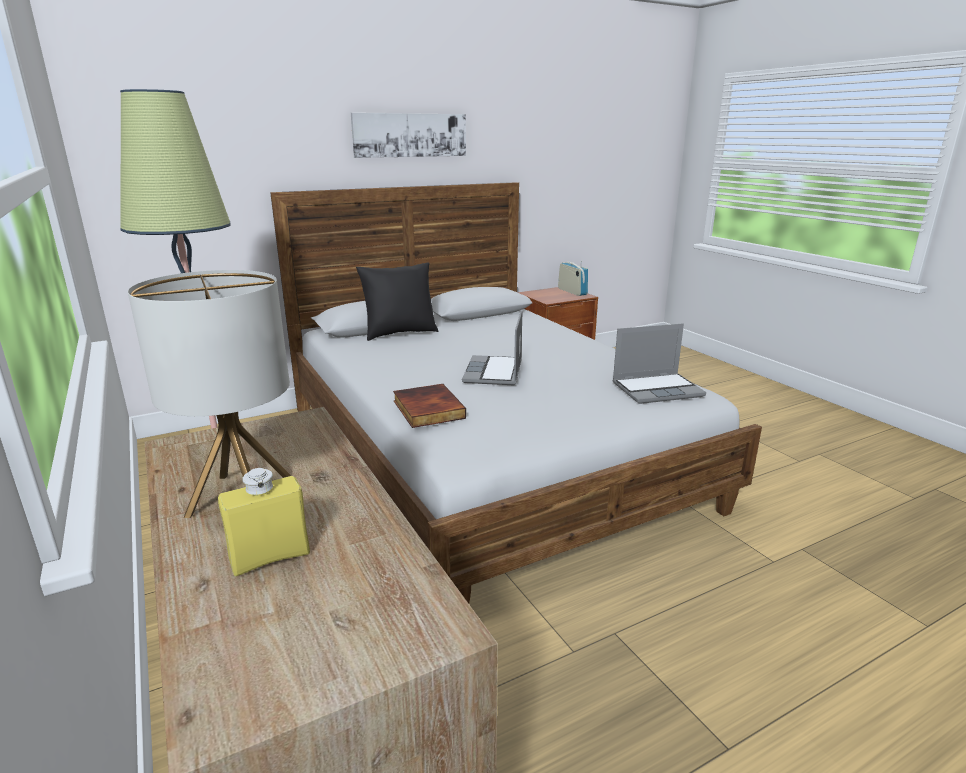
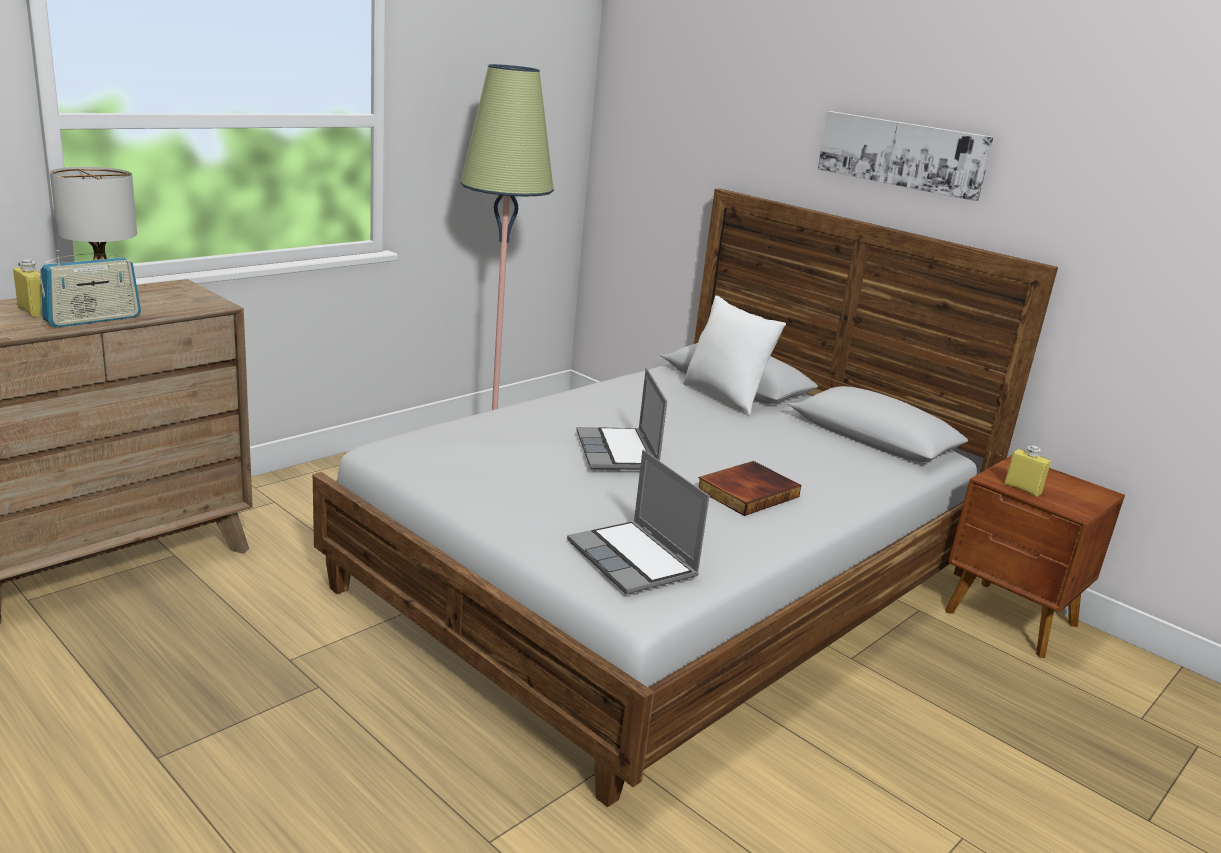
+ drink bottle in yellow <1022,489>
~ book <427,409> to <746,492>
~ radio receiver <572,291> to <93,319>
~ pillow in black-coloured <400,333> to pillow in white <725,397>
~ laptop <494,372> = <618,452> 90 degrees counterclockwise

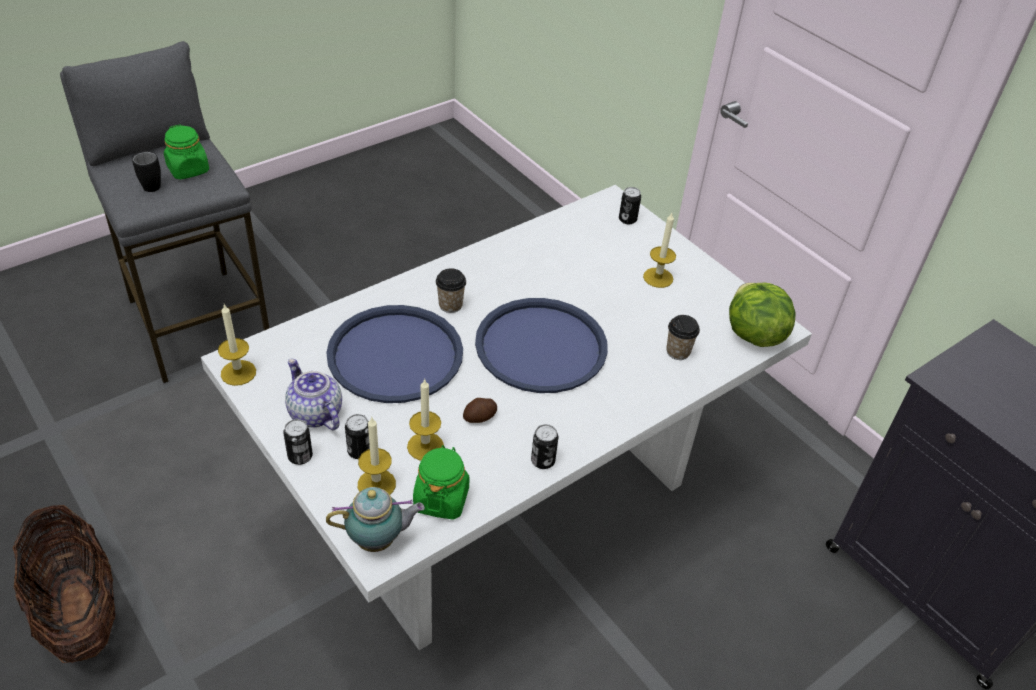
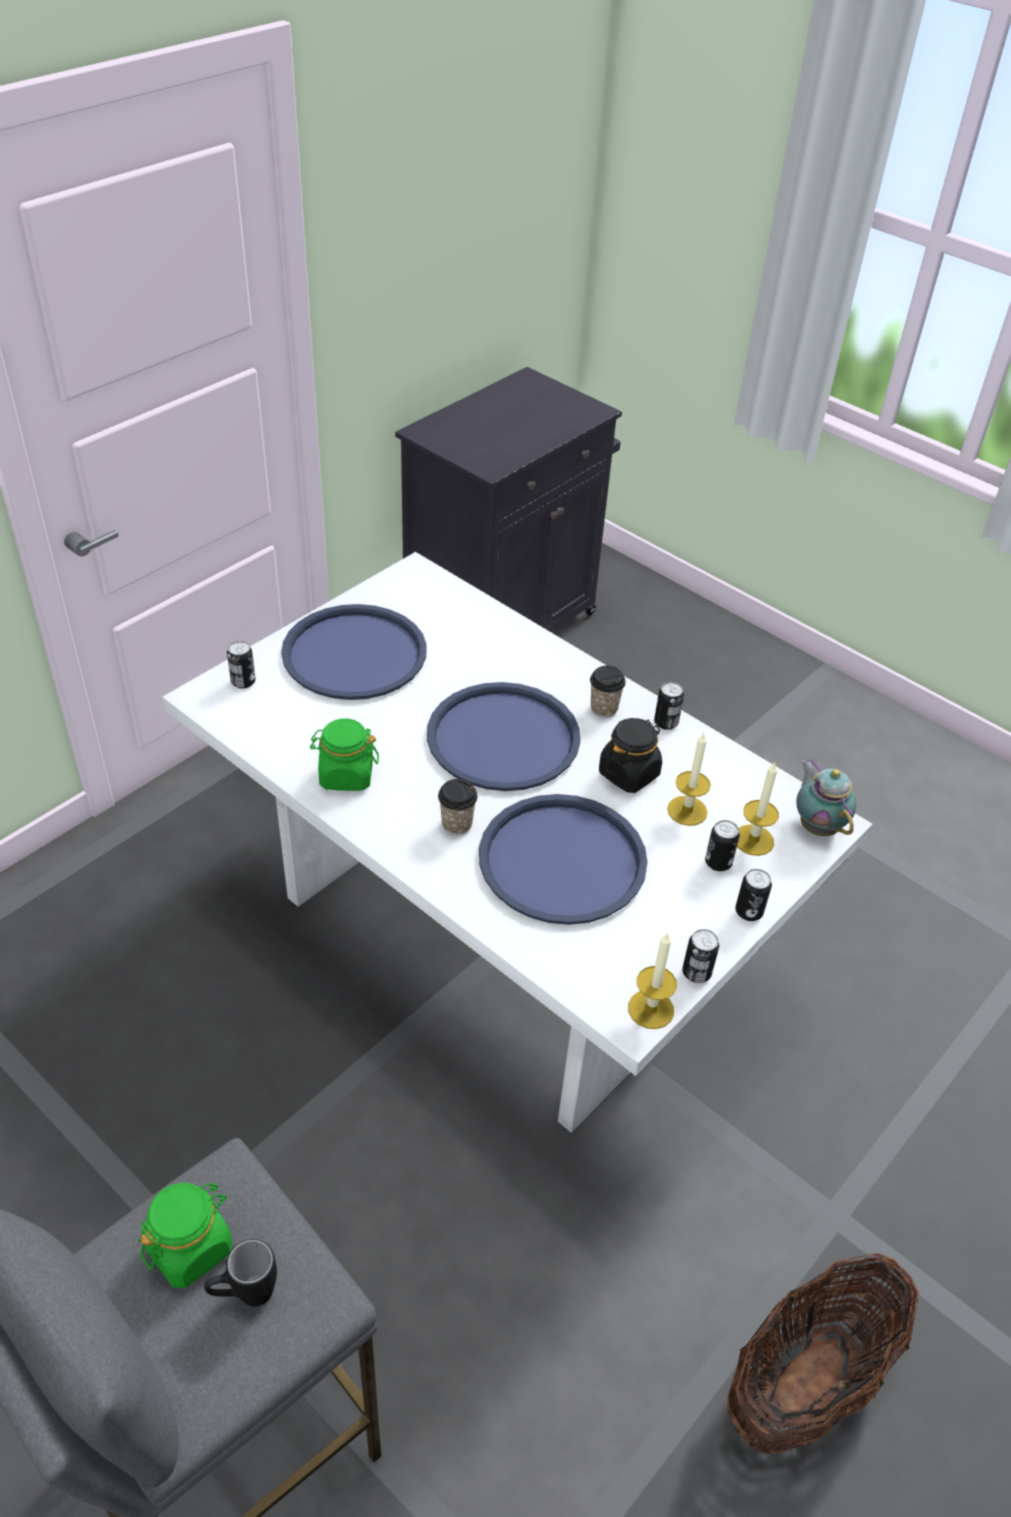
- pot for tea <314,413>
- lettuce <753,334>
+ metal can <696,972>
~ storage jar in greenish <441,499> to <346,775>
~ small cup <678,352> to <604,708>
~ whole potato <480,417> to storage jar in black-coloured <629,774>
~ wax light <658,277> to tray in bluish <355,653>

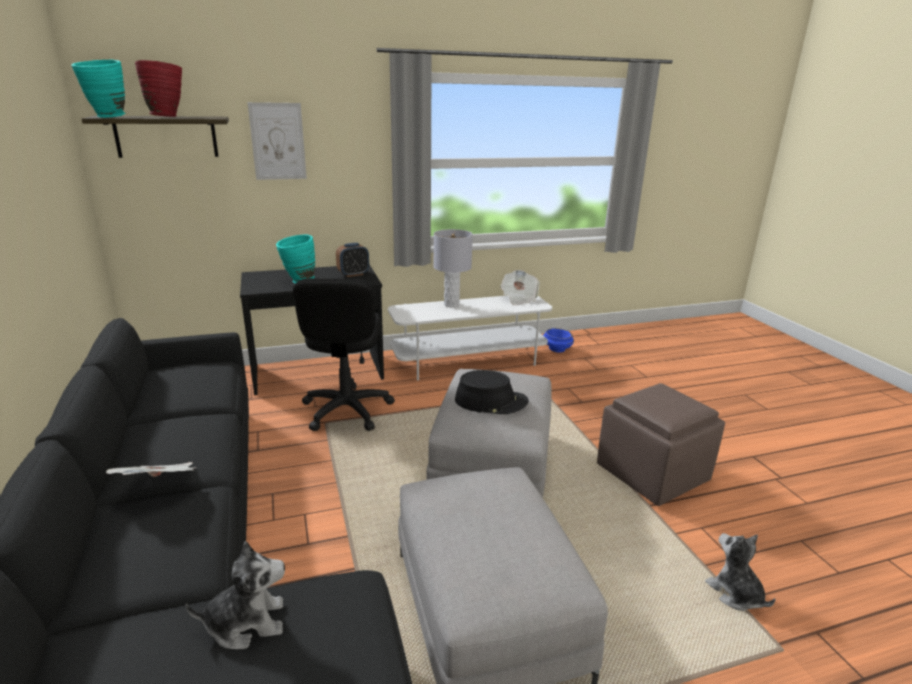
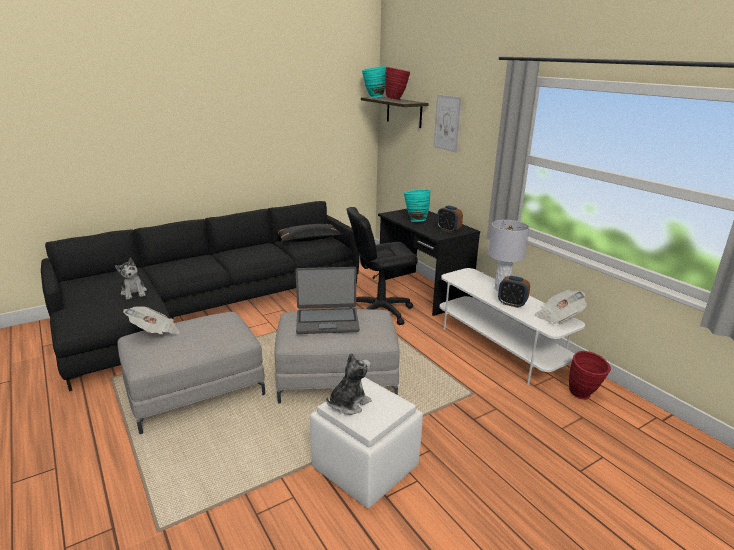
+ pillow in black-coloured <308,239>
+ table clock <512,304>
~ printed paper <160,486> to <155,332>
~ soft toy <735,593> to <348,403>
~ wearable hat in black-coloured <491,401> to laptop <327,321>
~ bowl in bluish <556,349> to decorative vase in red <584,396>
~ footrest in brown-coloured <652,474> to footrest in white <364,467>

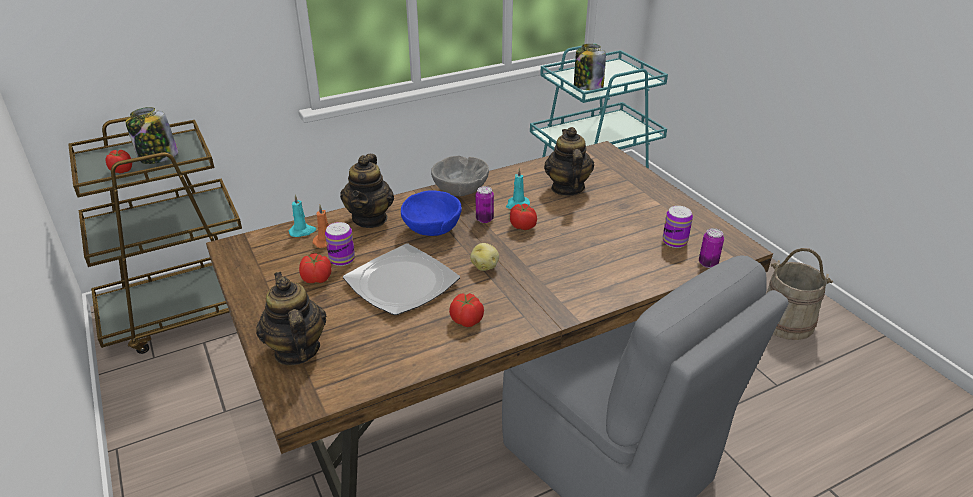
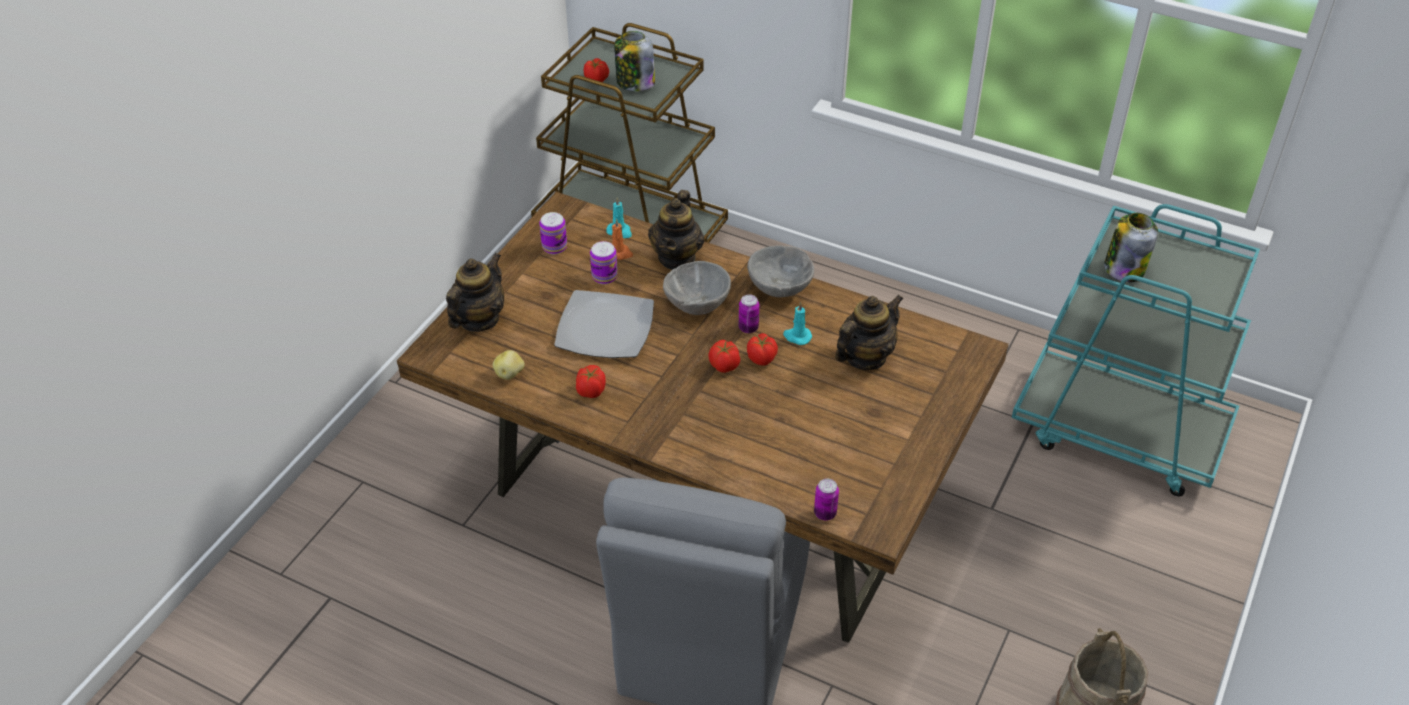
~ whole tomato <317,279> to <724,366>
~ whole potato <485,266> to <510,374>
~ metal can <674,241> to <554,247>
~ bowl in bluish <432,230> to bowl in gray <697,305>
~ pot for tea <370,218> = <677,258> 45 degrees counterclockwise

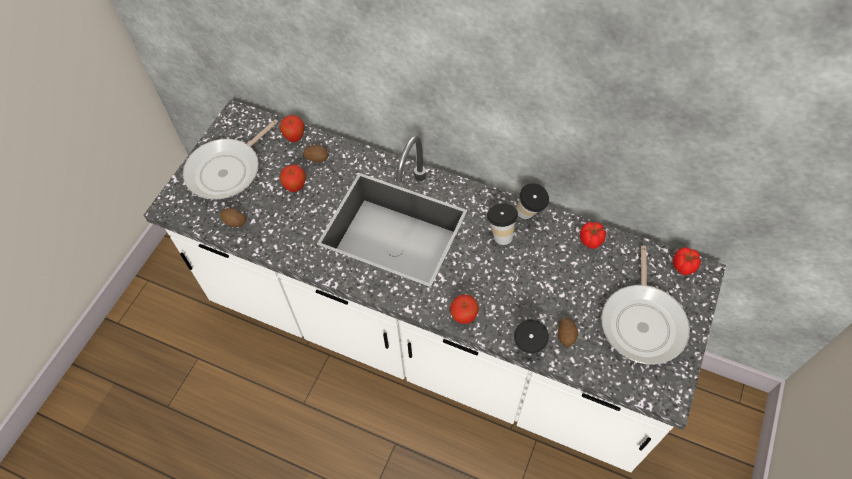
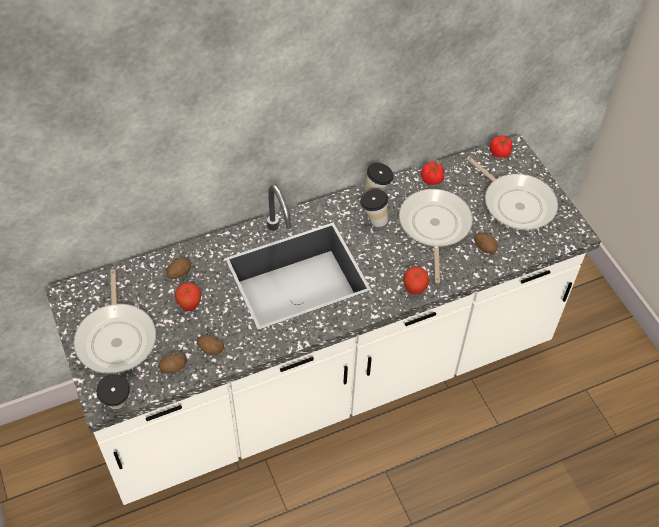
- whole apple <295,138>
+ whole potato <210,349>
+ pan <434,227>
~ small cup <527,350> to <119,406>

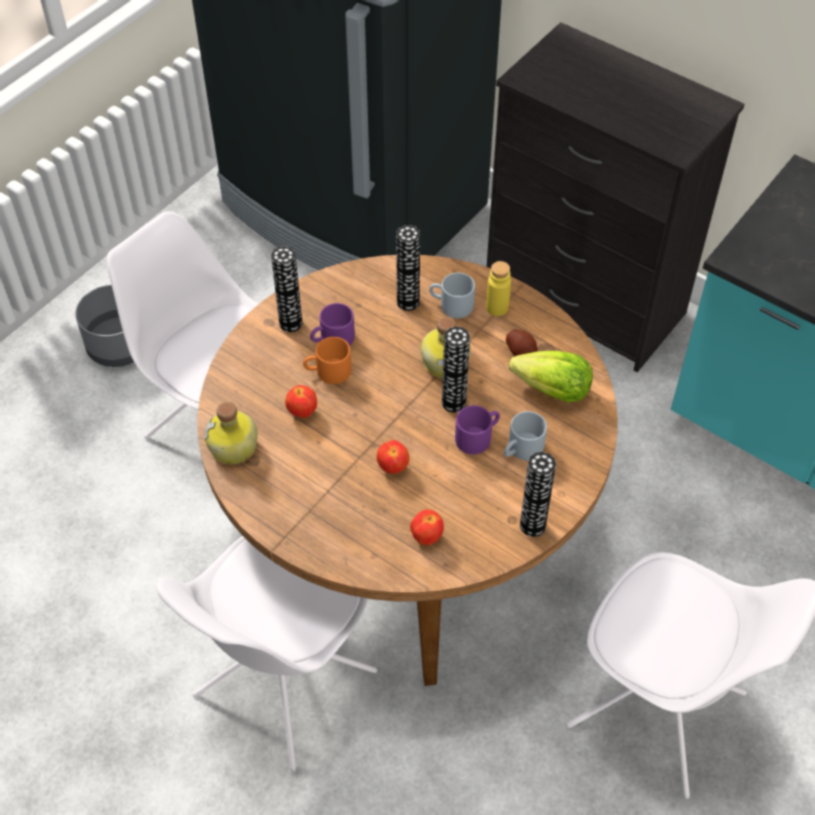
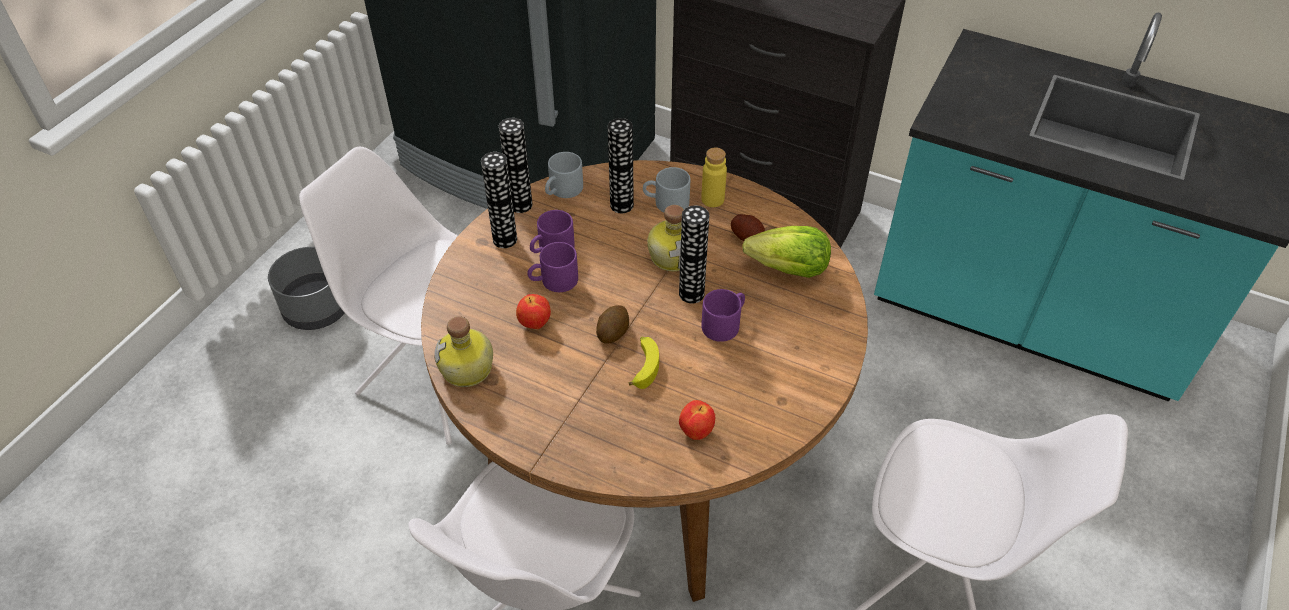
+ whole potato <613,332>
~ tea mug in gray <522,450> to <563,190>
~ decorative vase <532,525> to <520,205>
~ whole apple <393,467> to banana fruit <643,365>
~ tea mug in orangey <328,372> to tea mug in purplish <554,281>

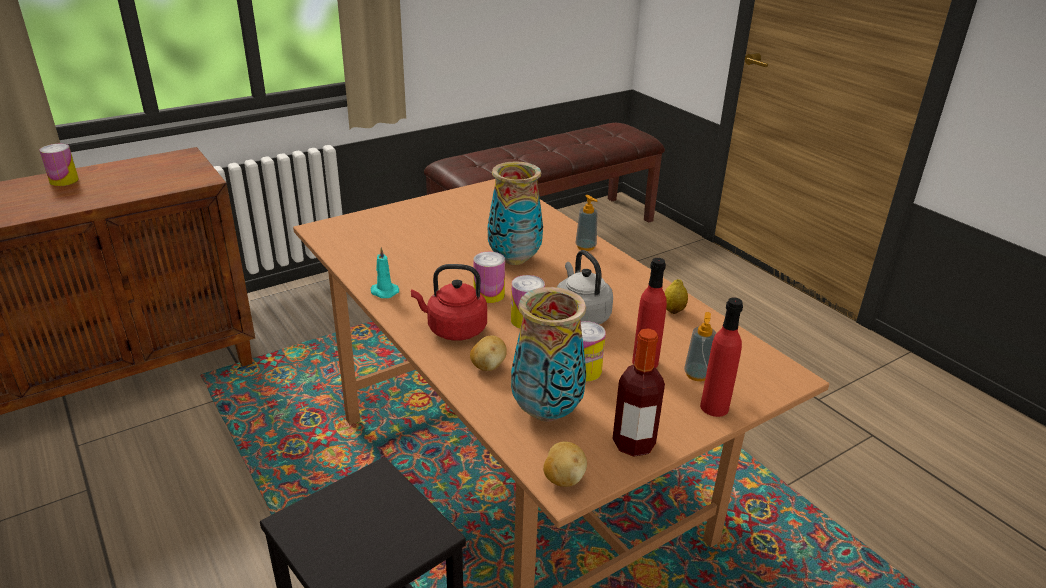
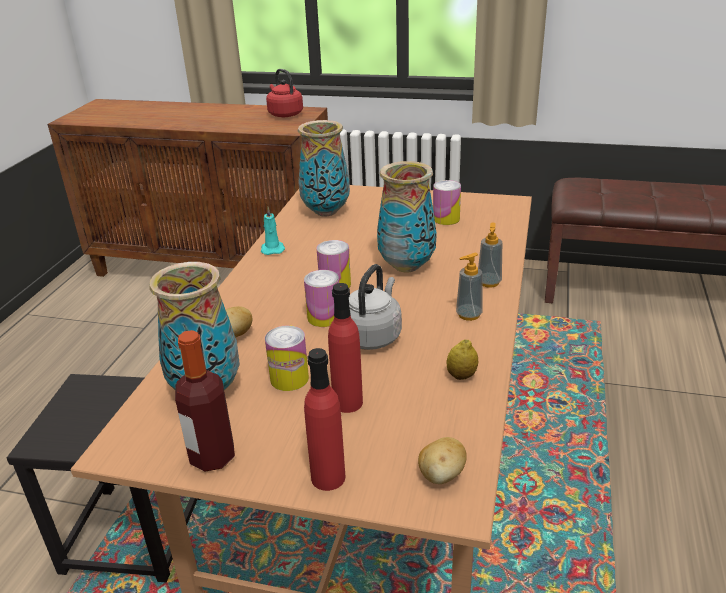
+ decorative vase <326,212>
~ metal can <64,180> to <446,219>
~ water kettle in red <453,329> to <284,114>
~ whole potato <563,478> to <441,475>
~ soap dispenser <697,374> to <468,315>

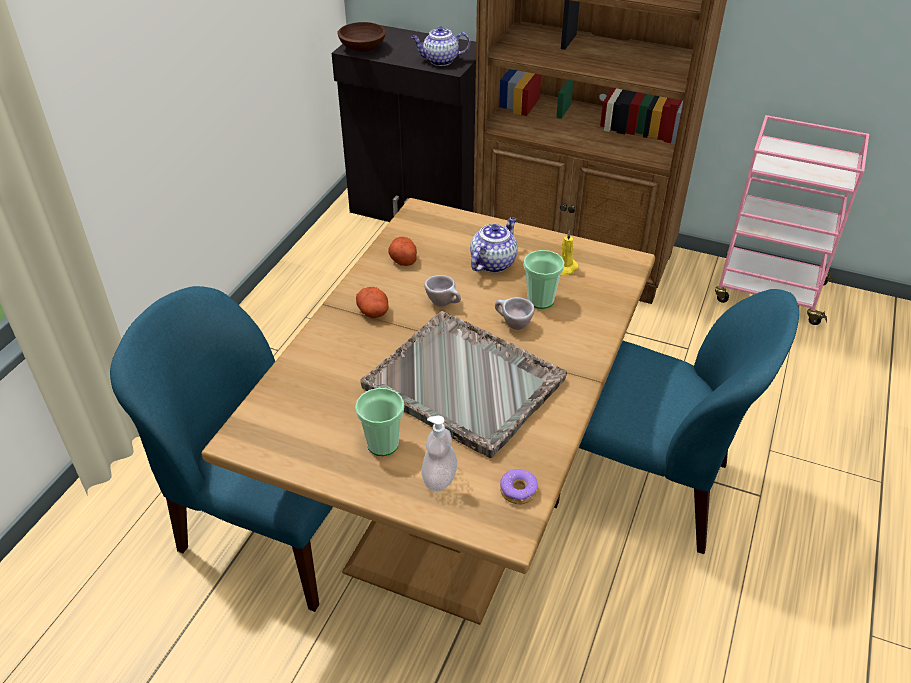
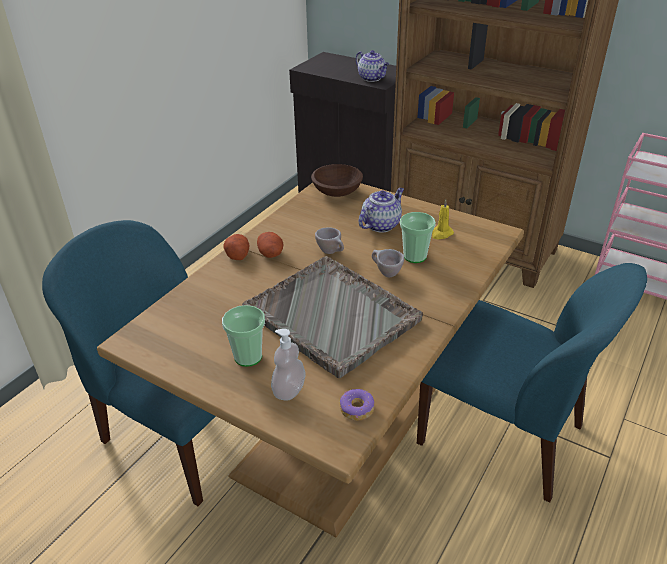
~ bowl in brown-coloured <362,48> to <336,191>
~ whole potato <403,259> to <237,254>
~ pot for tea <440,61> = <372,78> 135 degrees counterclockwise

